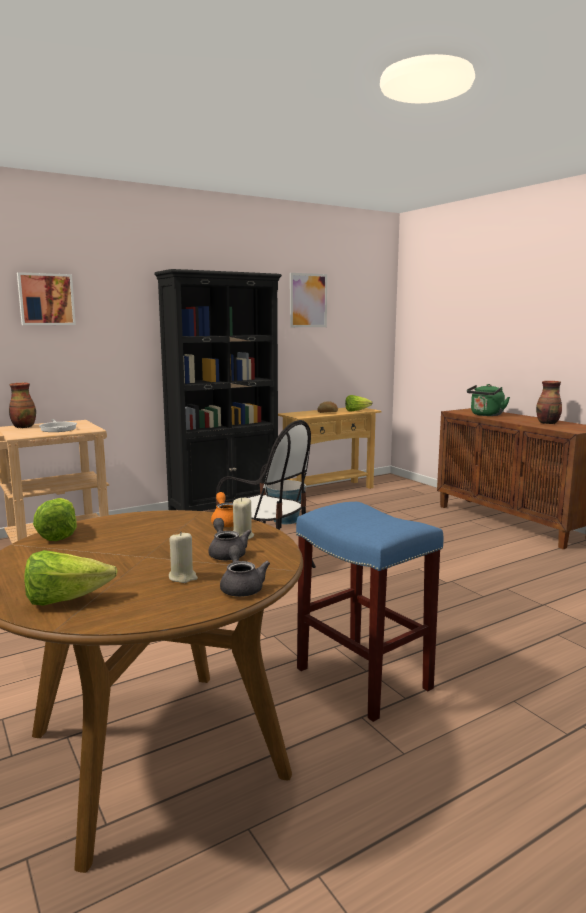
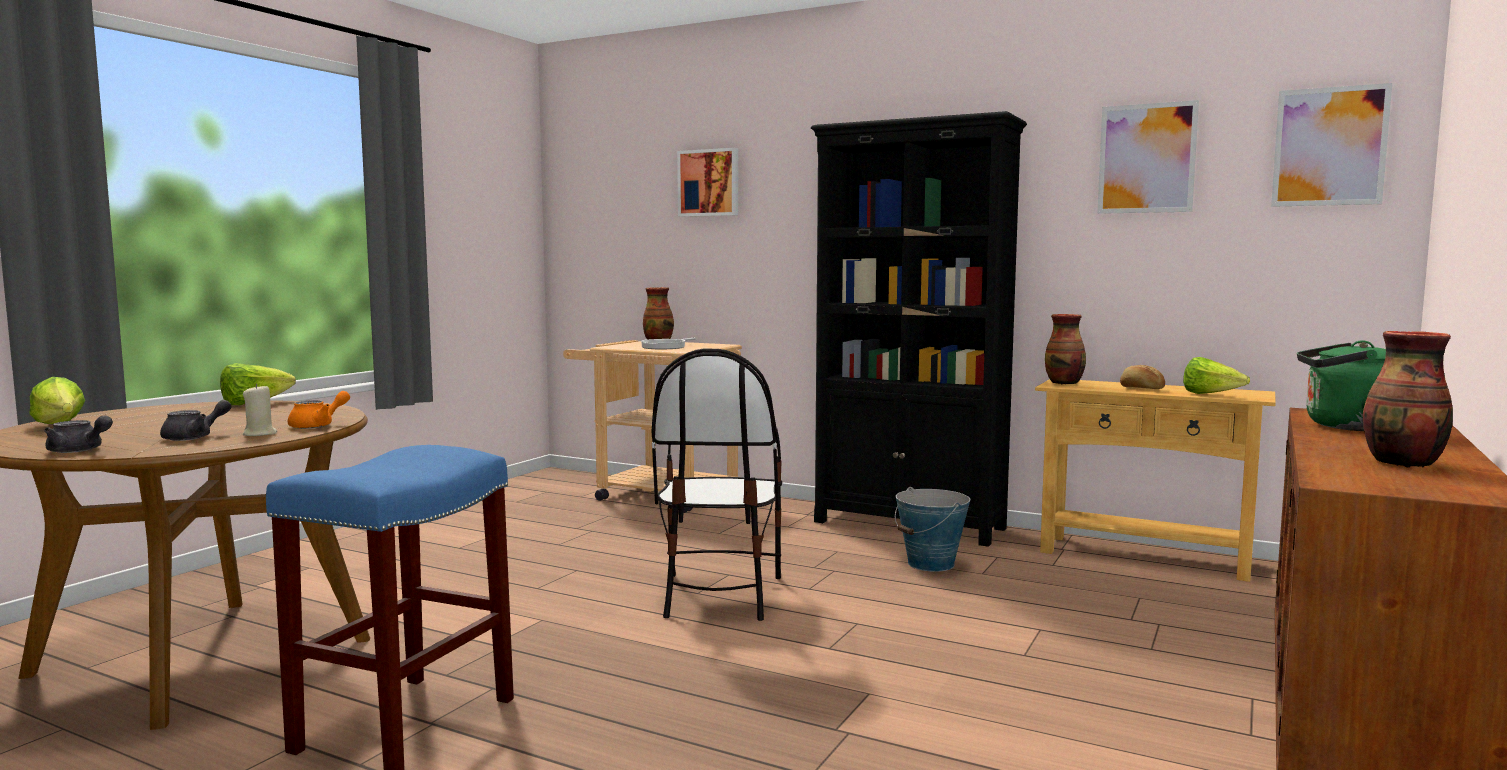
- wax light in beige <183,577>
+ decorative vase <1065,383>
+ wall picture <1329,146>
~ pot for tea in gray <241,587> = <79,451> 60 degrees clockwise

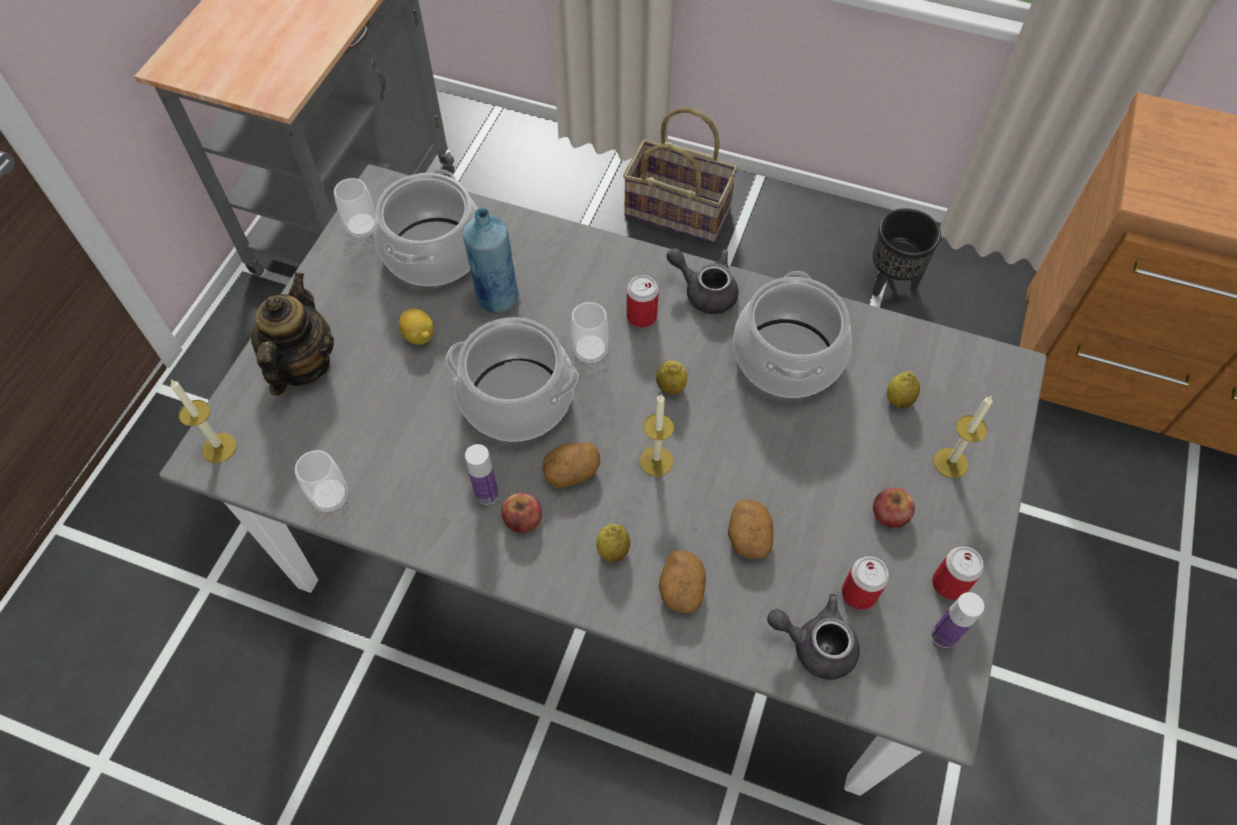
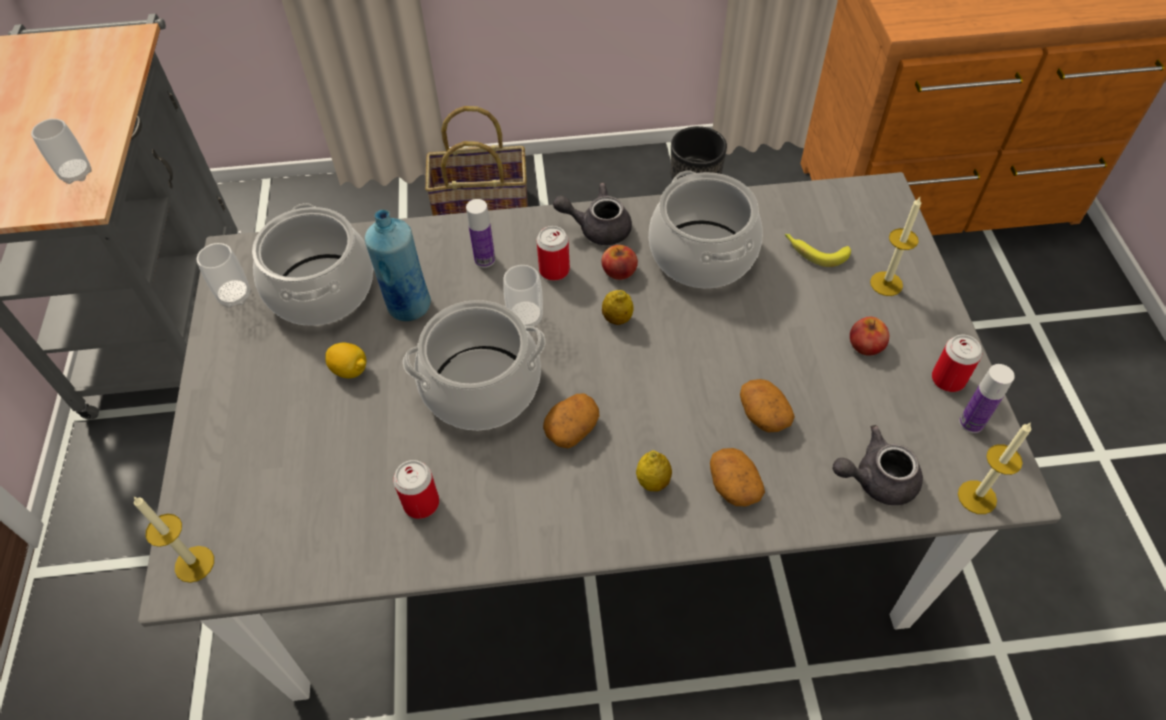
- pot for tea <302,364>
~ small cup <331,497> to <76,174>
~ drink bottle <486,494> to <485,260>
~ whole apple <523,519> to <619,270>
~ wax light <656,461> to <977,497>
~ metal can <859,593> to <421,503>
~ lemon <898,400> to banana fruit <814,251>

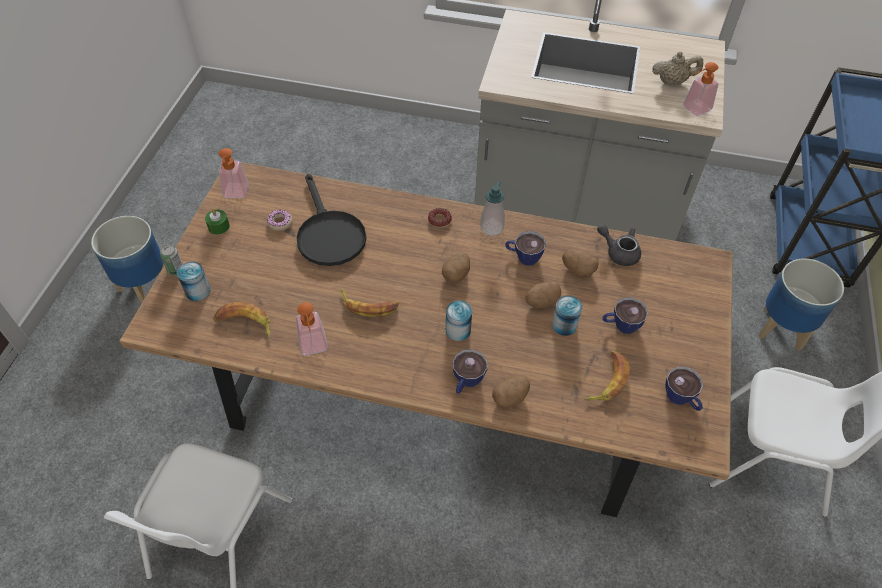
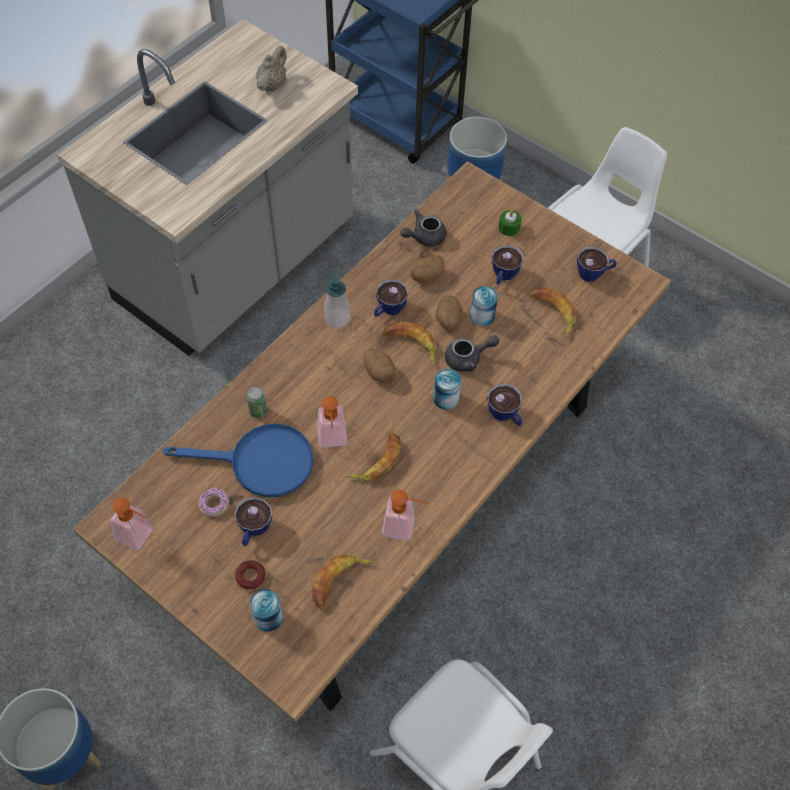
- whole potato <510,397>
+ small cup <253,531>
+ banana fruit <411,345>
+ pot for tea in gray <468,359>
~ metal can <176,270> to <258,411>
~ wax light in greenish <218,226> to <509,227>
~ donut <439,220> to <250,576>
~ soap dispenser <693,110> to <332,441>
~ pan in black-coloured <328,234> to pan in bluish <260,463>

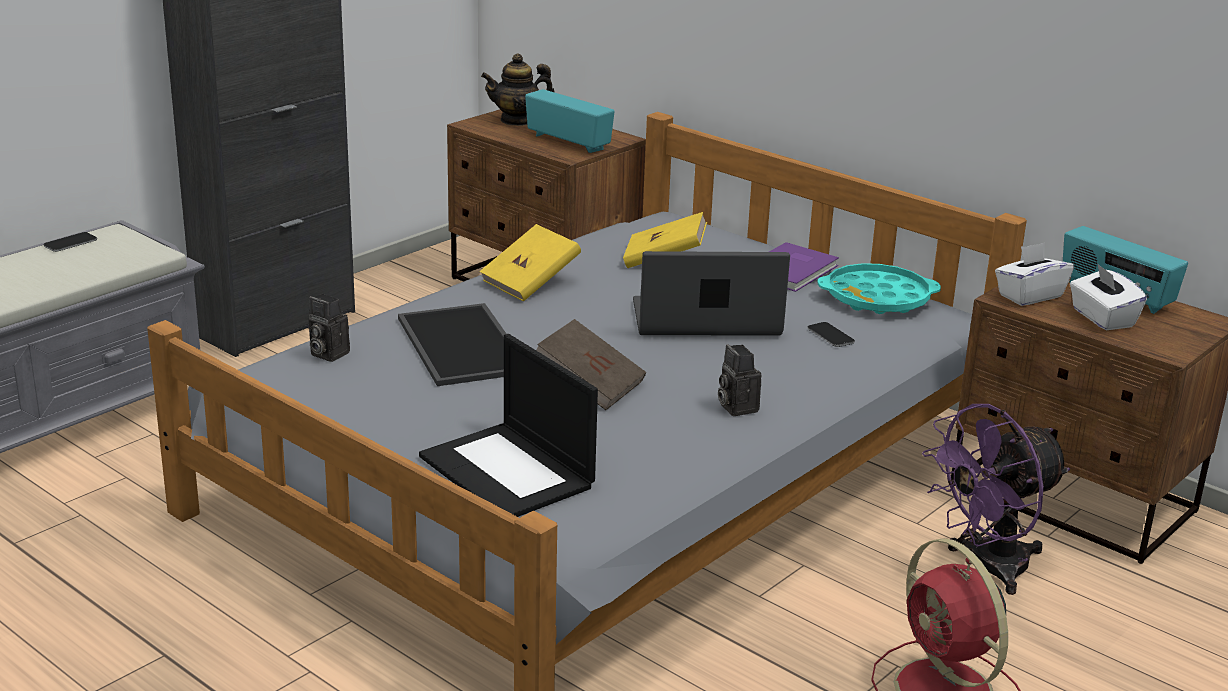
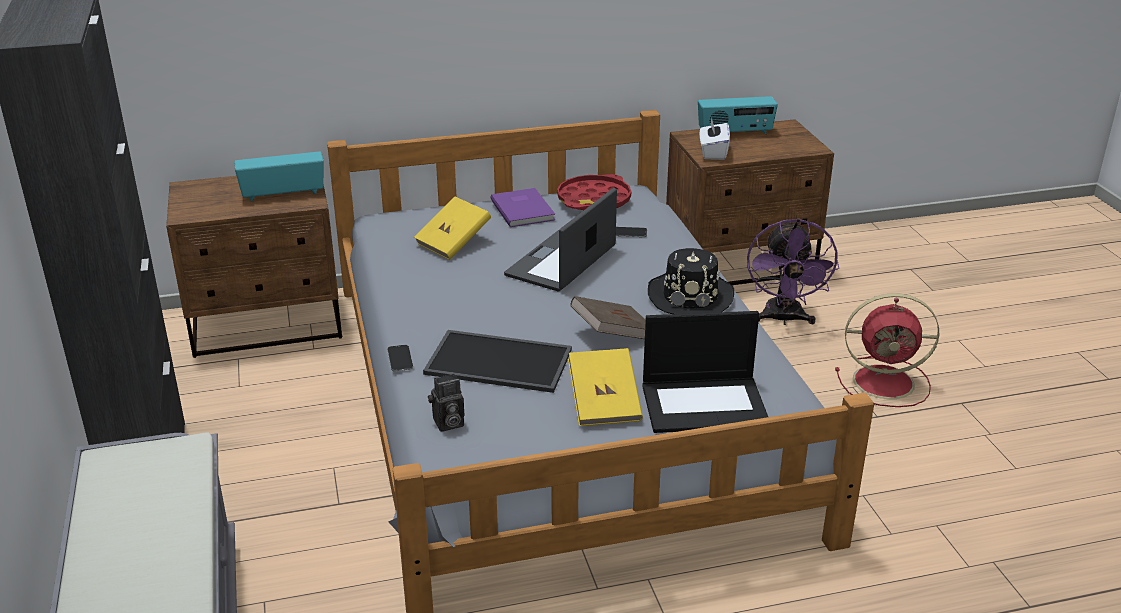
- pot for tea <517,120>
- box of tissues in white <1102,318>
~ handset <70,243> to <400,359>
~ book in yellow <530,283> to <604,404>
~ still camera <735,407> to wearable hat in black-coloured <690,296>
~ tray in blue-green <877,298> to tray in red <594,200>

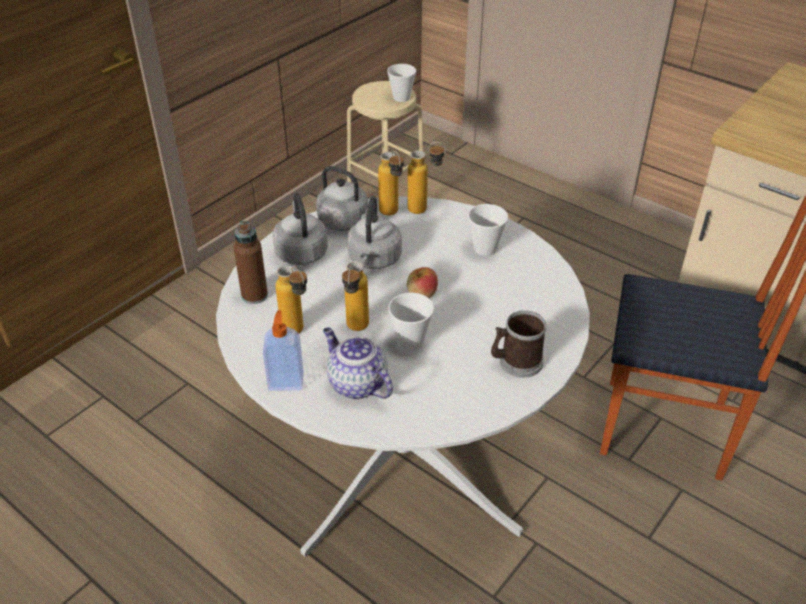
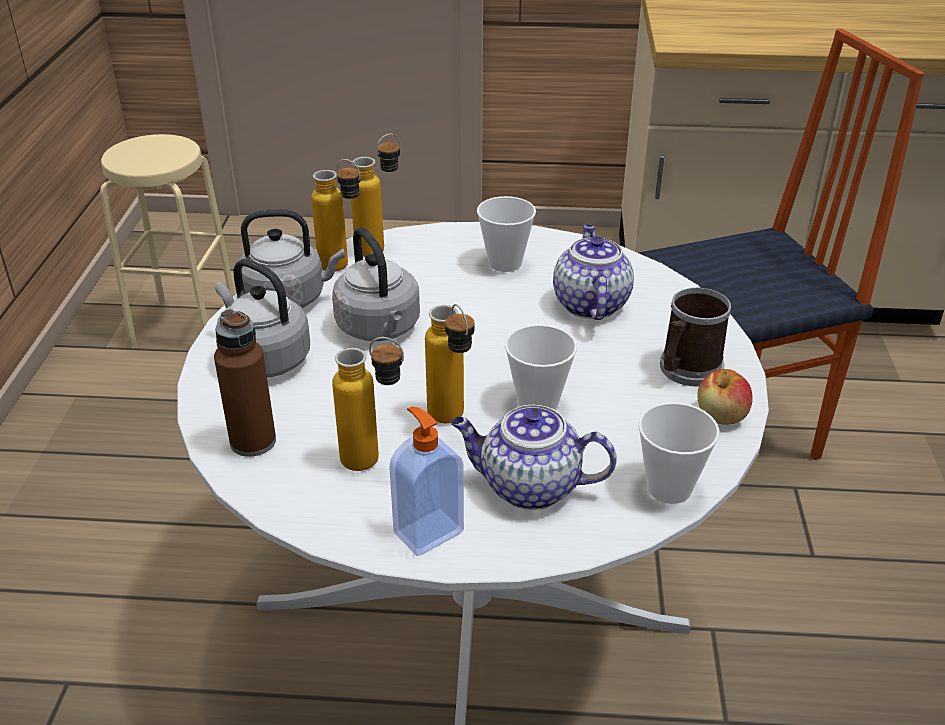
+ pot for tea <589,304>
~ small cup <401,98> to <669,488>
~ whole apple <422,294> to <721,416>

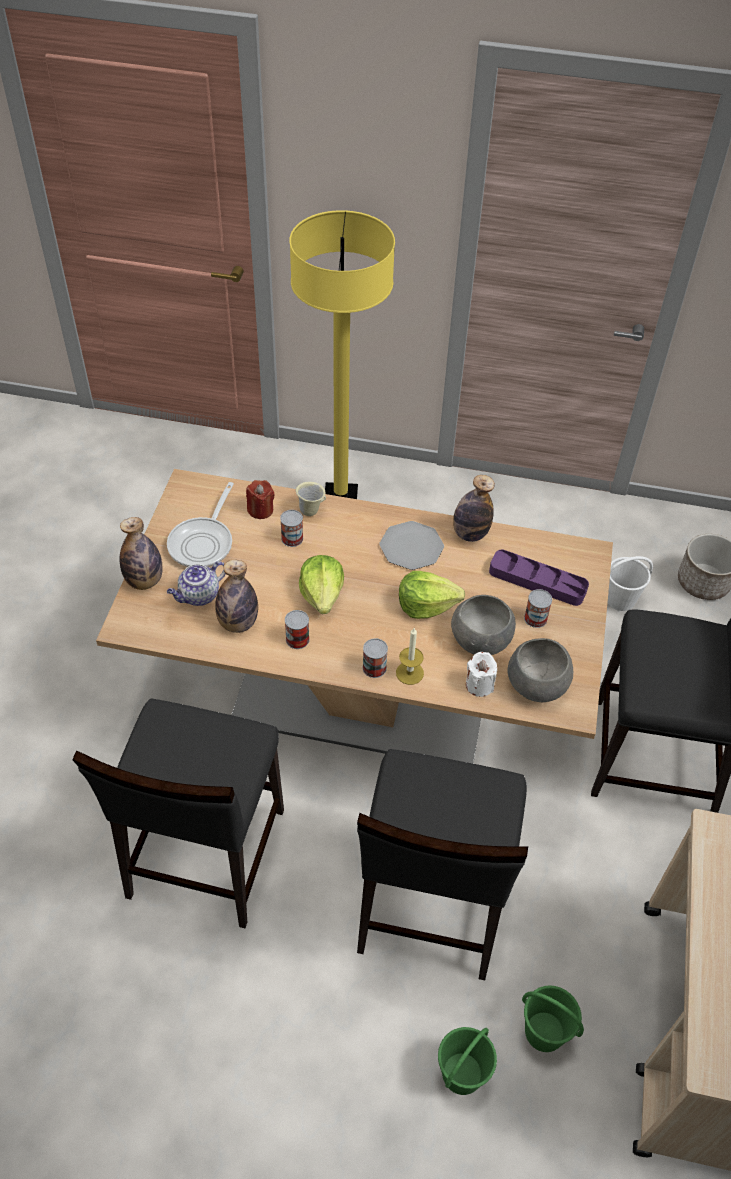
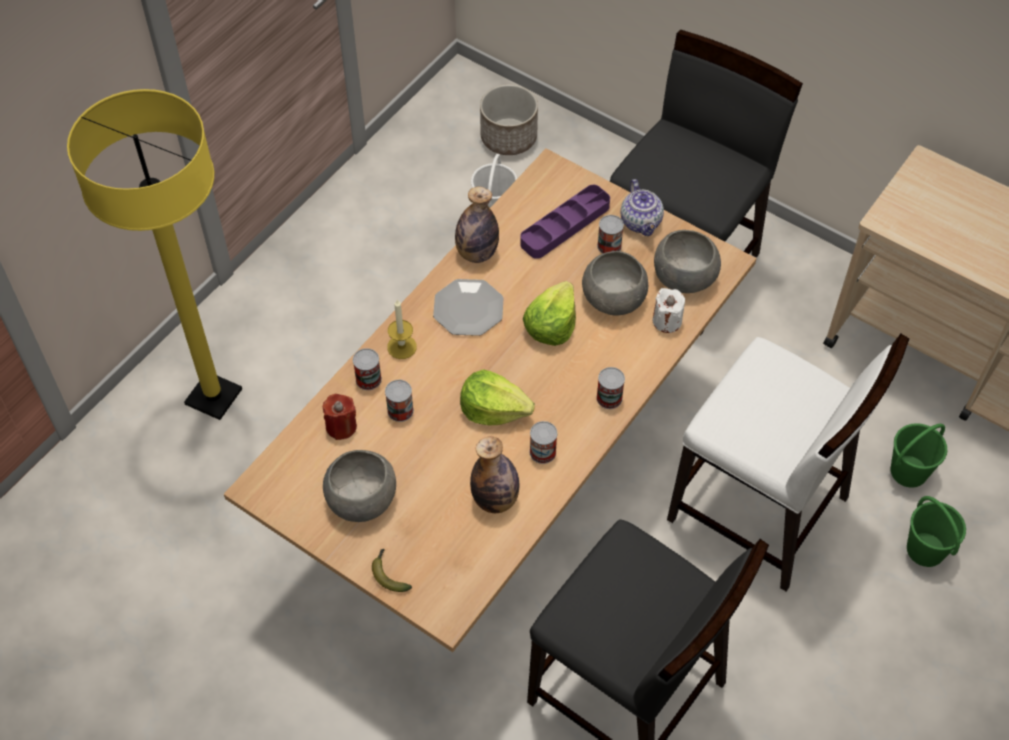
~ pot for tea <199,596> to <641,223>
~ wax light <409,673> to <402,347>
~ drink bottle <144,581> to banana fruit <389,574>
~ pan <203,542> to bowl in gray <361,497>
~ tea mug in beige <311,510> to metal can <368,379>
~ plain chair in black-coloured <430,903> to plain chair in white <759,510>

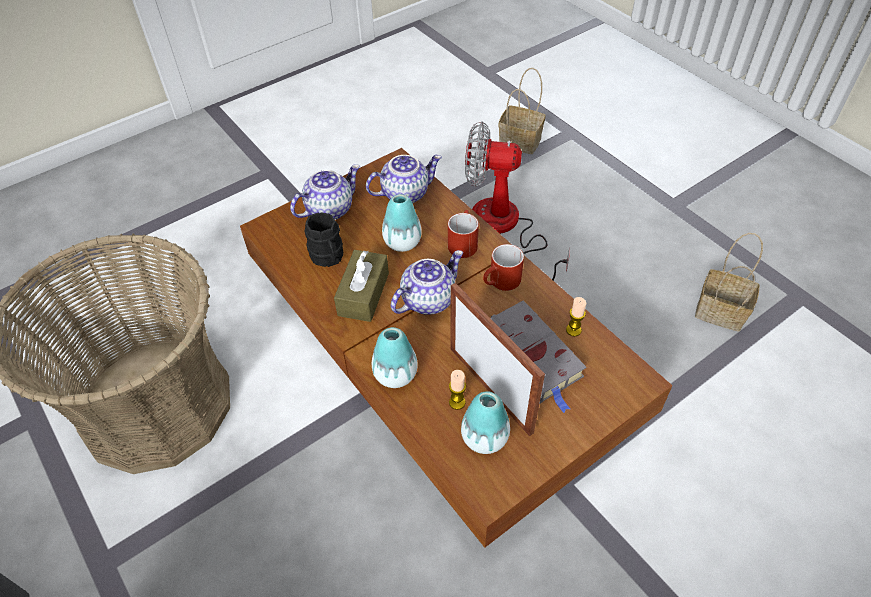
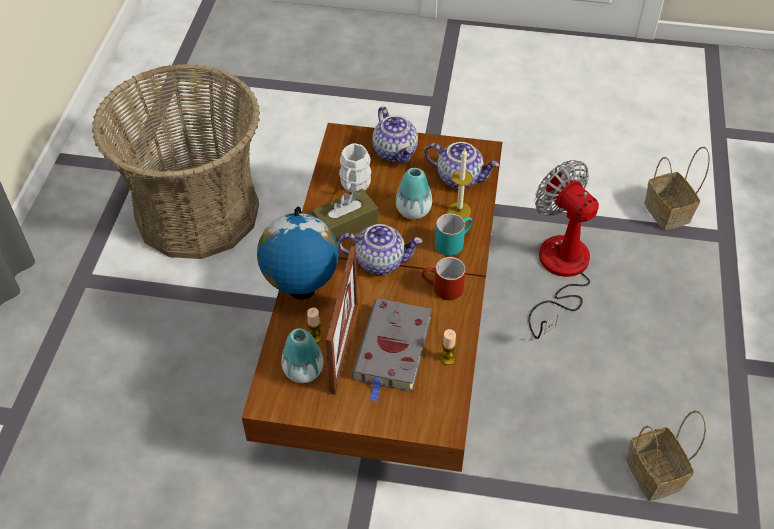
+ wax light <459,211>
~ decorative vase <395,375> to globe <301,290>
~ tea mug in black-coloured <328,258> to tea mug in white <354,185>
~ tea mug in red <462,242> to tea mug in blue-green <453,241>
~ pot for tea <329,209> = <396,152> 60 degrees clockwise

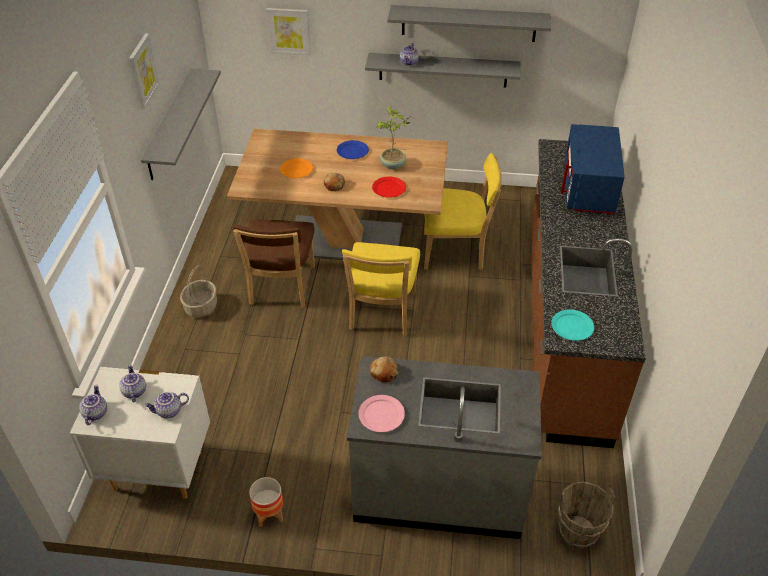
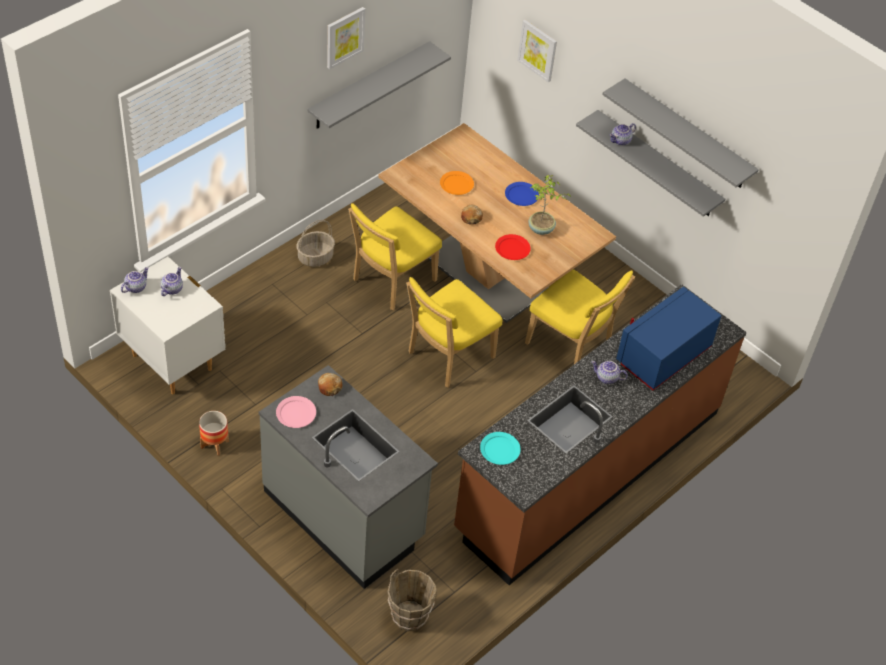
~ pot for tea <169,411> to <606,378>
~ plain chair in brown-coloured <281,288> to plain chair in yellow <391,282>

